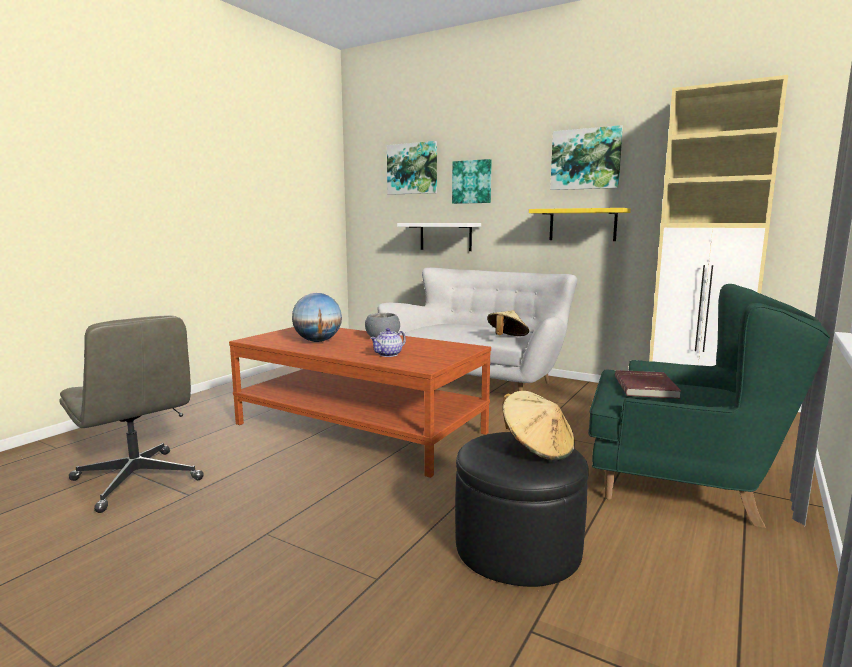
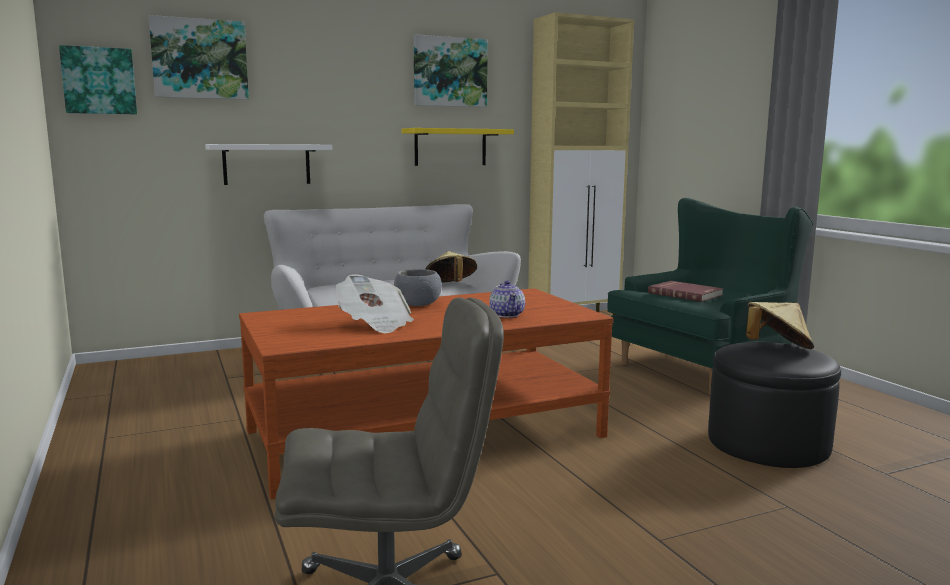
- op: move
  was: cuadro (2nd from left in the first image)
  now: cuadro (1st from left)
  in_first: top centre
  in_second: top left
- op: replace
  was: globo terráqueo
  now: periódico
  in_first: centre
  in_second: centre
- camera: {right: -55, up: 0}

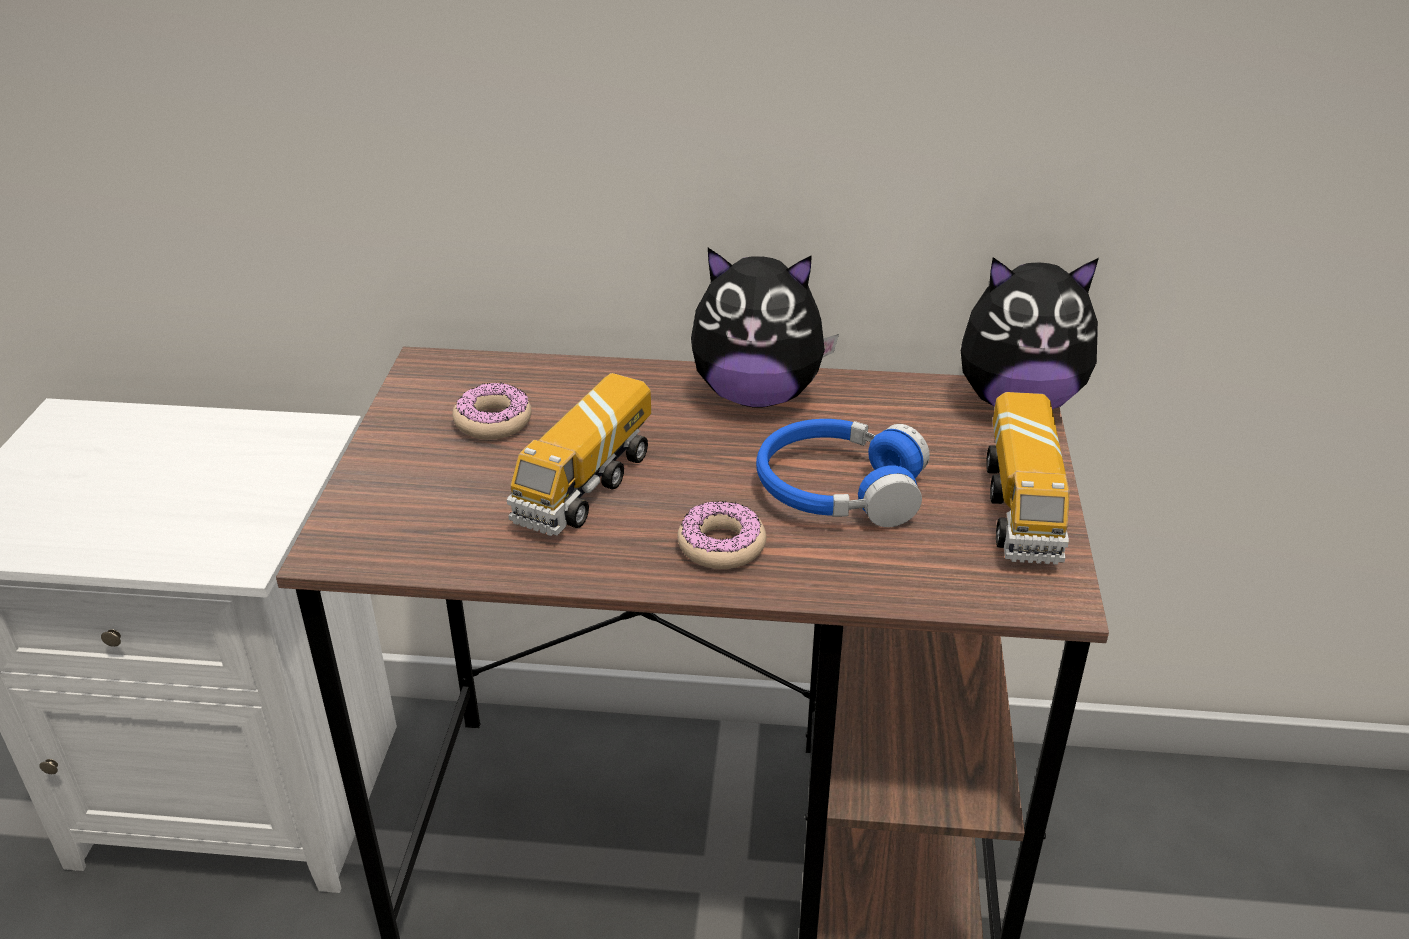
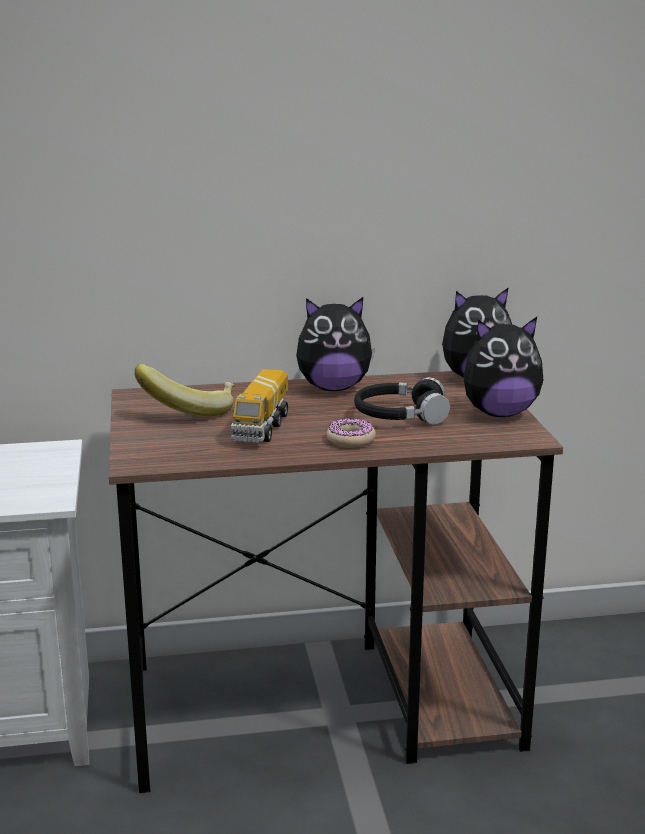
- op: replace
  was: rosquilla (1st from left)
  now: plátano
  in_first: centre
  in_second: middle left
- op: replace
  was: camión de juguete (2nd from left)
  now: peluche (3rd from left)
  in_first: middle right
  in_second: middle right
- op: recolor
  was: auriculares [azul]
  now: auriculares [negro]
  in_first: centre
  in_second: centre
- camera: {right: -15, up: -15}

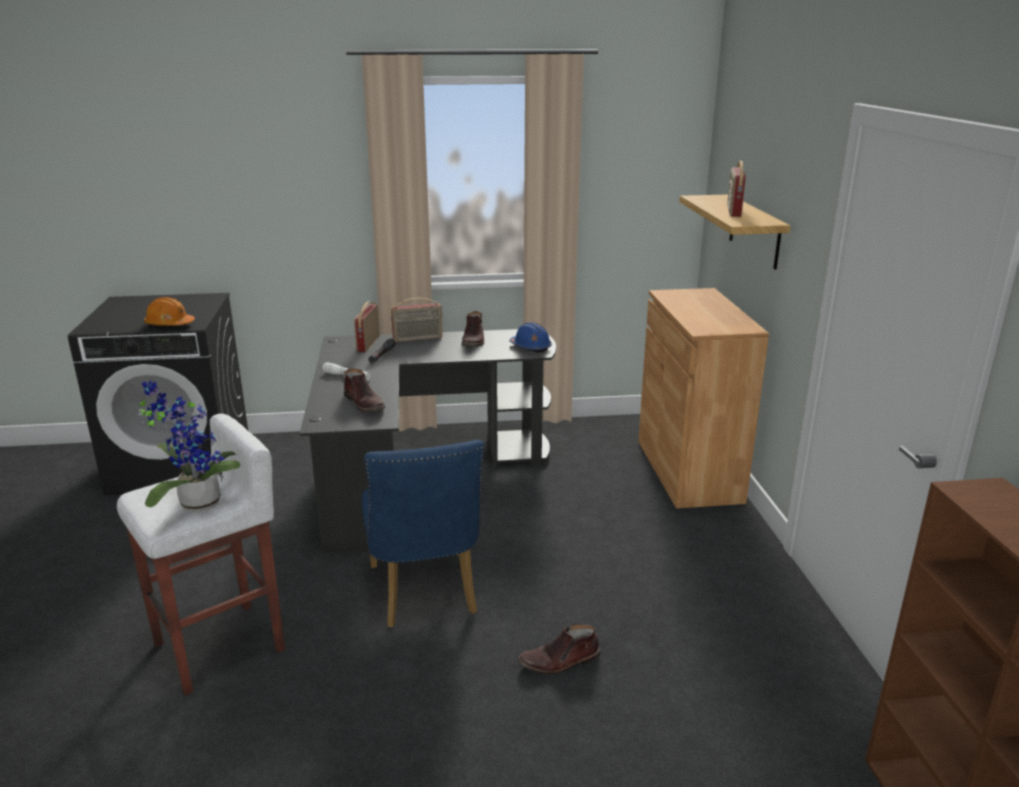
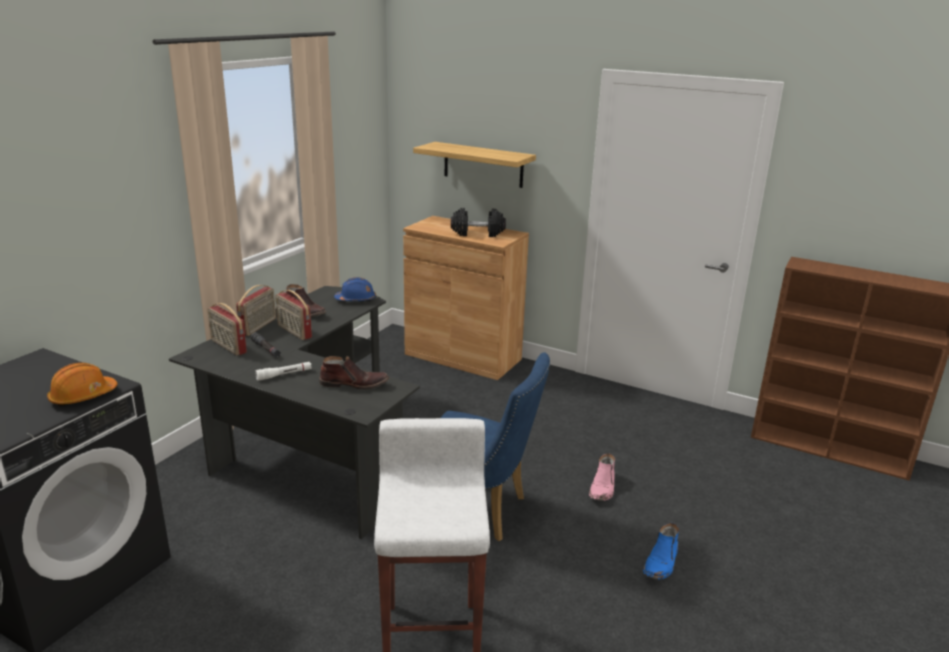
- op: move
  was: radio (3rd from left)
  in_first: top right
  in_second: middle left
- op: delete
  was: planta en maceta
  in_first: middle left
- op: recolor
  was: bota [marrón] (3rd from left)
  now: bota [rosa]
  in_first: bottom centre
  in_second: bottom centre
- op: insert
  now: mancuerna [negro]
  in_second: centre
- op: insert
  now: bota [azul]
  in_second: bottom right
- camera: {right: -55, up: 0}

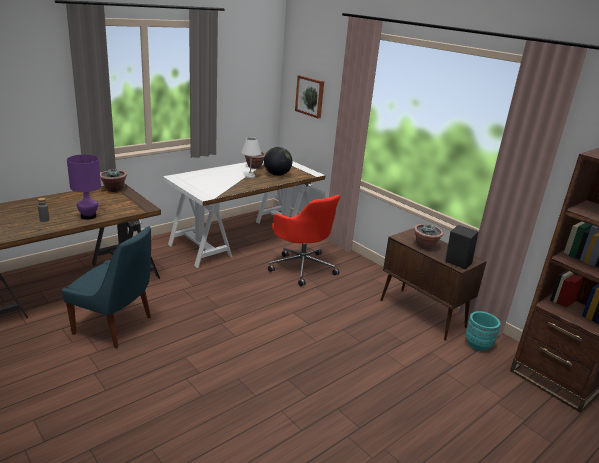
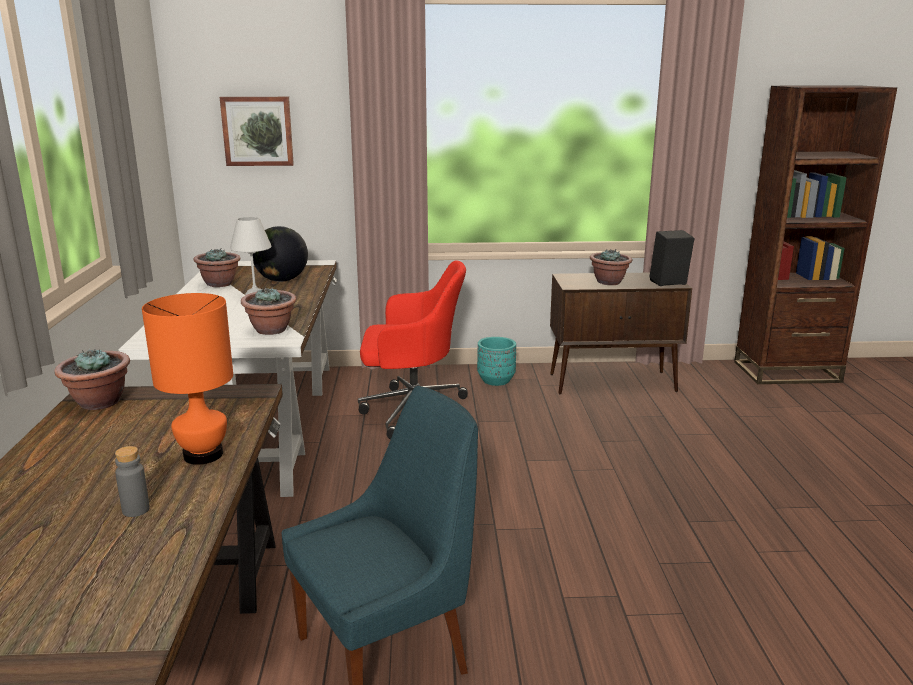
- op: recolor
  was: lámpara de mesa [morado]
  now: lámpara de mesa [naranja]
  in_first: middle left
  in_second: middle left
- op: move
  was: maceta [turquesa]
  in_first: bottom right
  in_second: centre
- op: insert
  now: planta en maceta (3rd from left)
  in_second: middle left
- camera: {right: -50, up: -5}

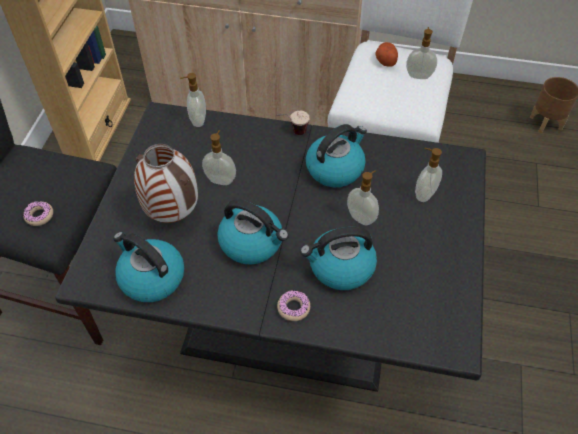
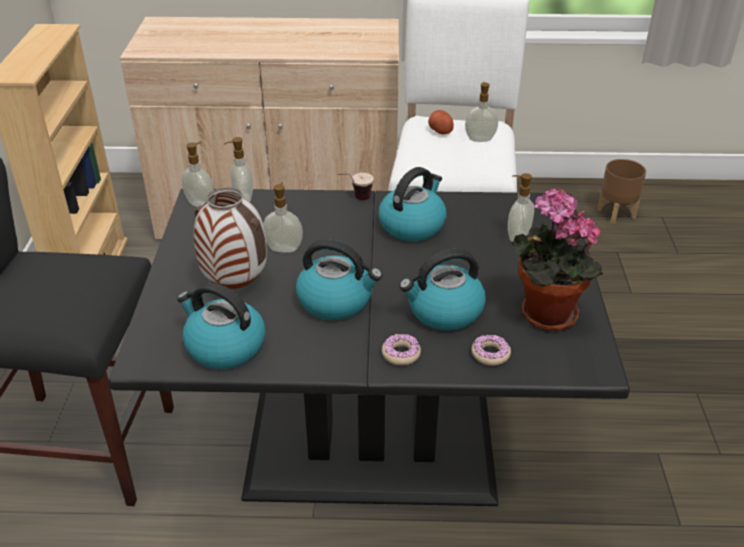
- op: move
  was: dispensador de jabón (3rd from left in the first image)
  now: dispensador de jabón (1st from left)
  in_first: centre
  in_second: top left
- op: move
  was: rosquilla (1st from left in the first image)
  now: rosquilla (2nd from left)
  in_first: middle left
  in_second: centre
- op: insert
  now: planta en maceta
  in_second: middle right
- camera: {right: -10, up: -15}

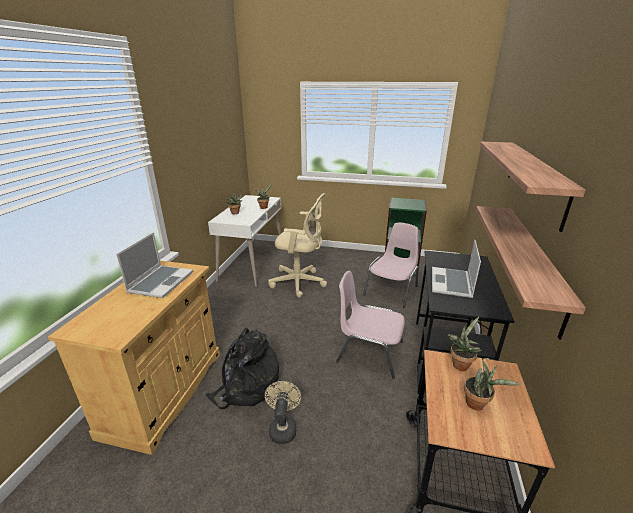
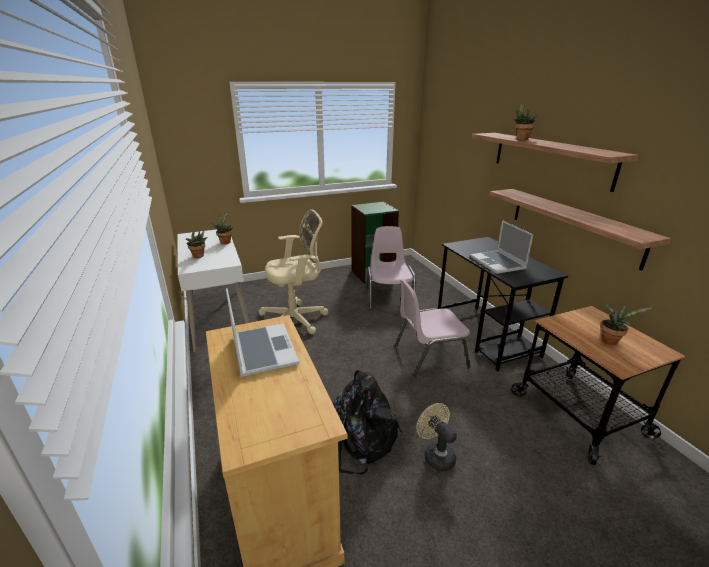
- op: move
  was: planta en maceta (3rd from left)
  in_first: bottom right
  in_second: top right
- camera: {right: -35, up: 0}

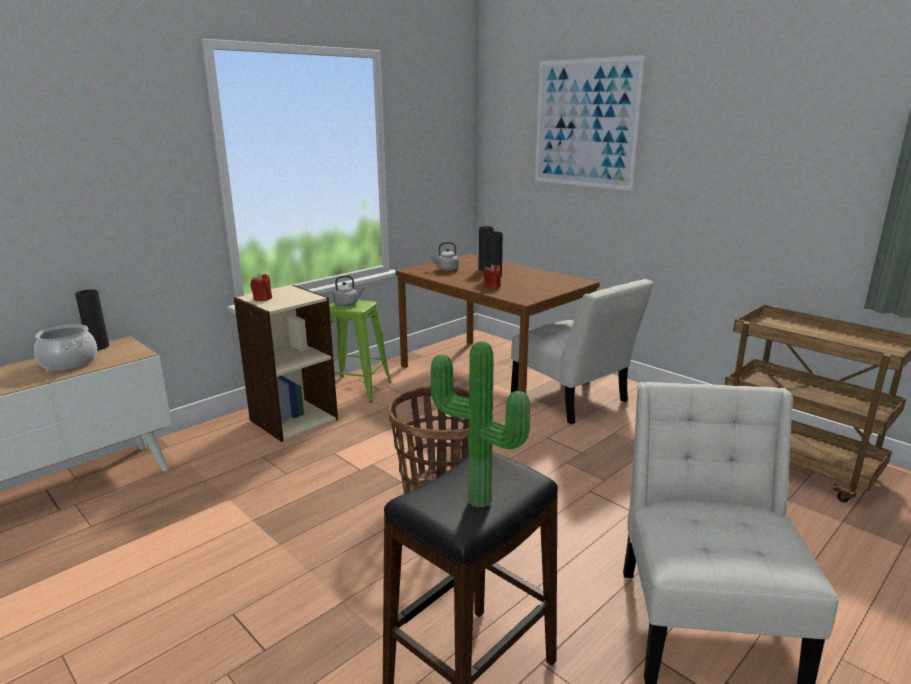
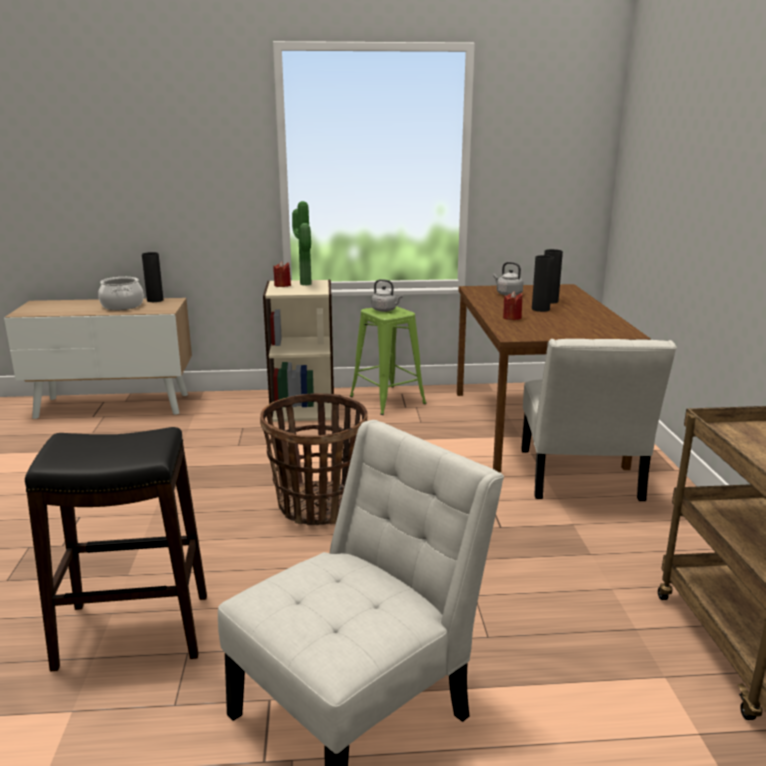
- op: delete
  was: cuadro
  in_first: top centre
- op: move
  was: planta en maceta
  in_first: centre
  in_second: top centre
- camera: {right: 40, up: 0}

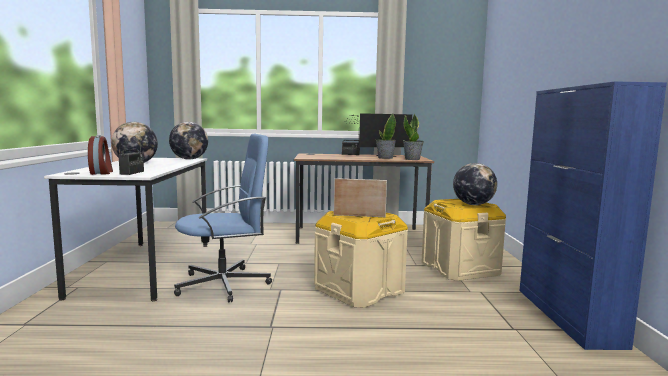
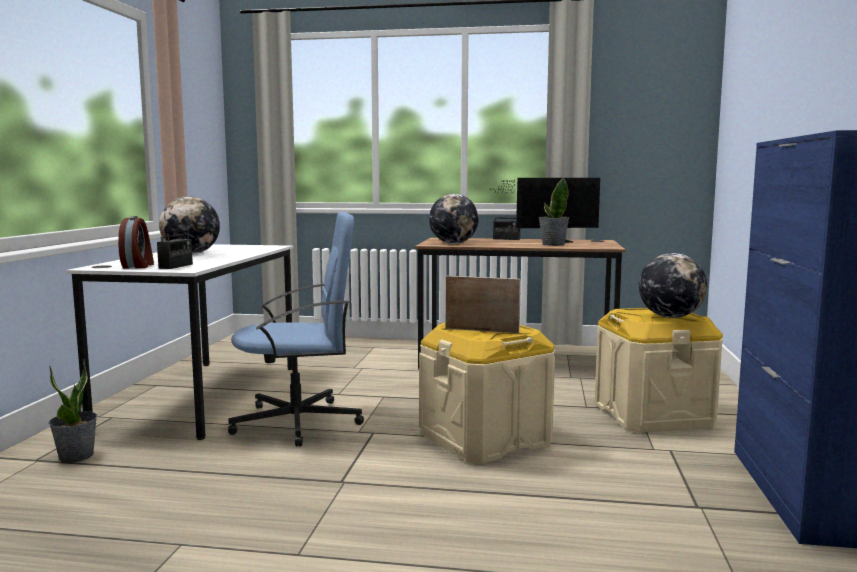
- op: move
  was: planta en maceta (2nd from left in the first image)
  now: planta en maceta (1st from left)
  in_first: centre
  in_second: bottom left
- op: move
  was: globo terráqueo (2nd from left)
  in_first: middle left
  in_second: centre
- camera: {right: 10, up: 0}

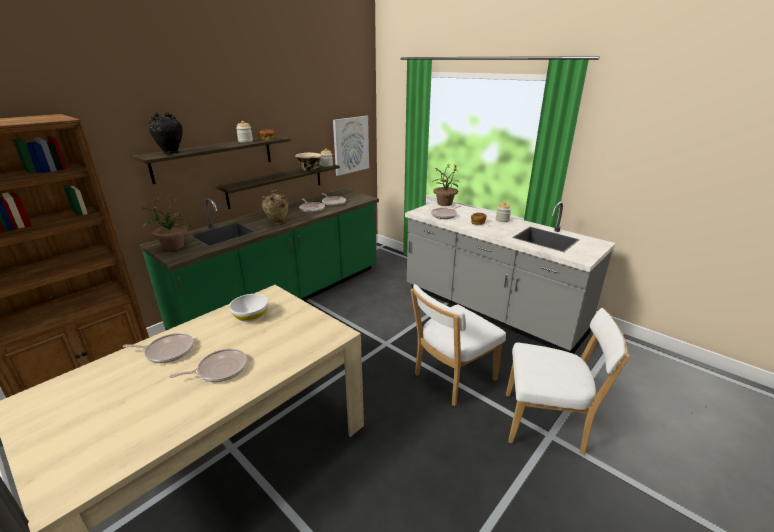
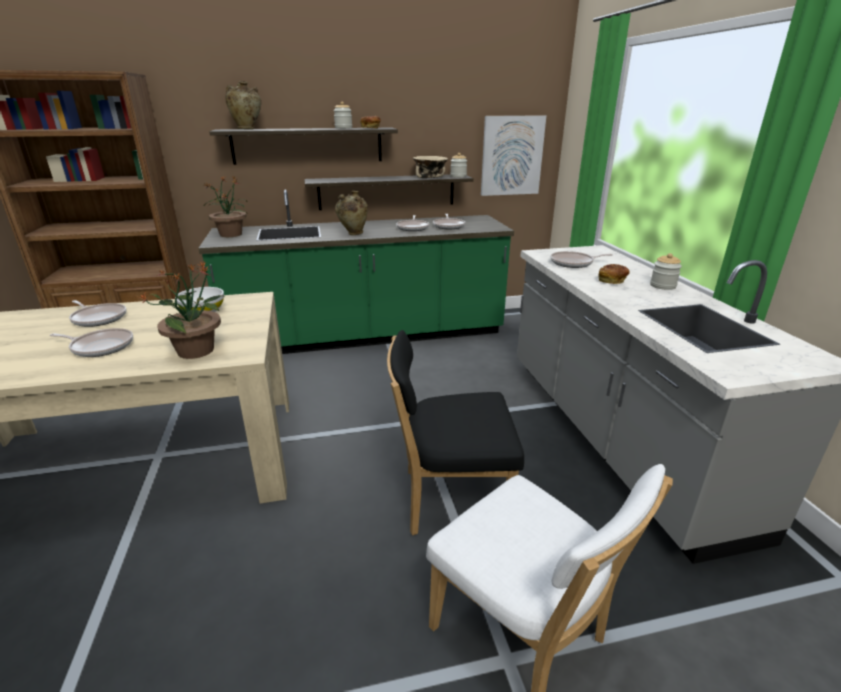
- op: recolor
  was: florero [negro]
  now: florero [beis] (1st from left)
  in_first: top left
  in_second: top left
- op: move
  was: planta en maceta (2nd from left in the first image)
  now: planta en maceta (1st from left)
  in_first: centre
  in_second: middle left
- op: recolor
  was: silla [blanco] (1st from left)
  now: silla [negro]
  in_first: centre
  in_second: centre
- camera: {right: 35, up: 0}

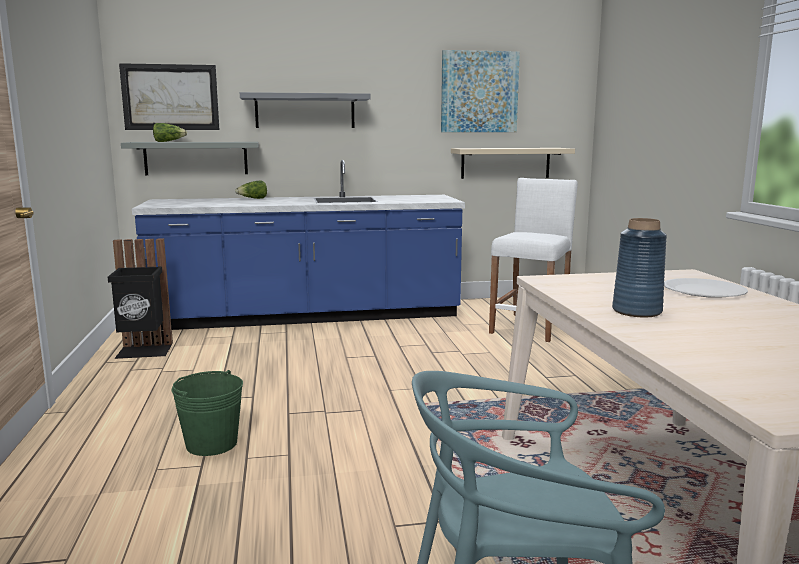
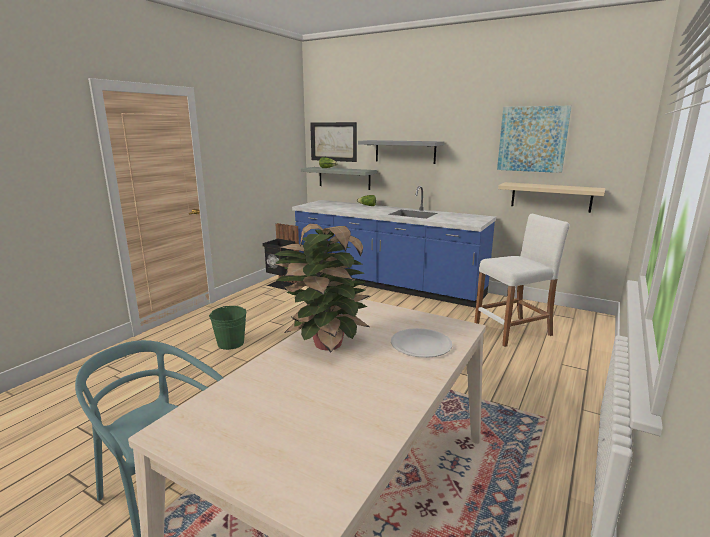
- op: replace
  was: florero [azul]
  now: planta en maceta
  in_first: middle right
  in_second: centre
- camera: {right: 40, up: 5}

